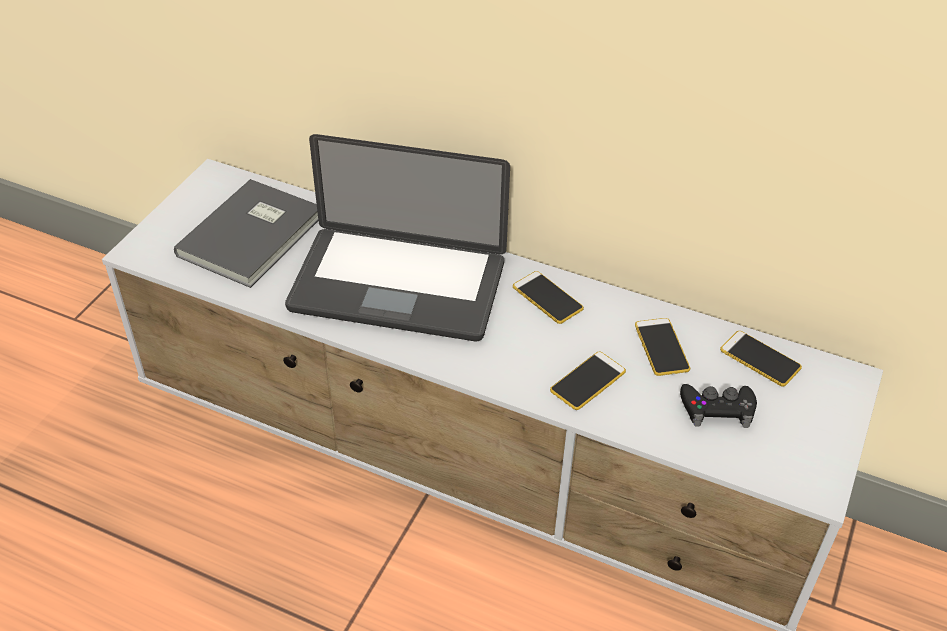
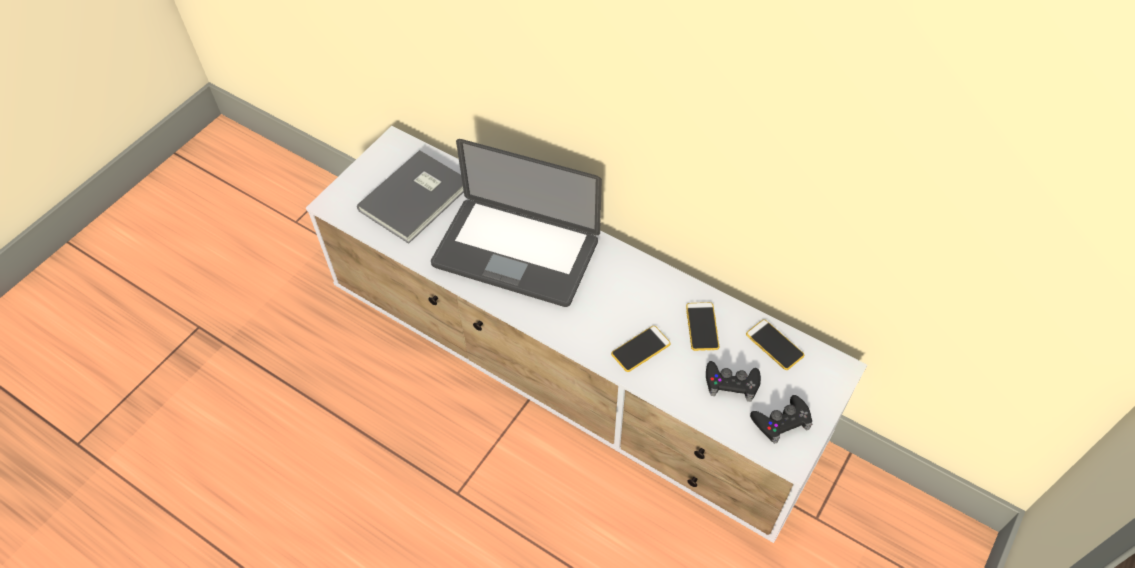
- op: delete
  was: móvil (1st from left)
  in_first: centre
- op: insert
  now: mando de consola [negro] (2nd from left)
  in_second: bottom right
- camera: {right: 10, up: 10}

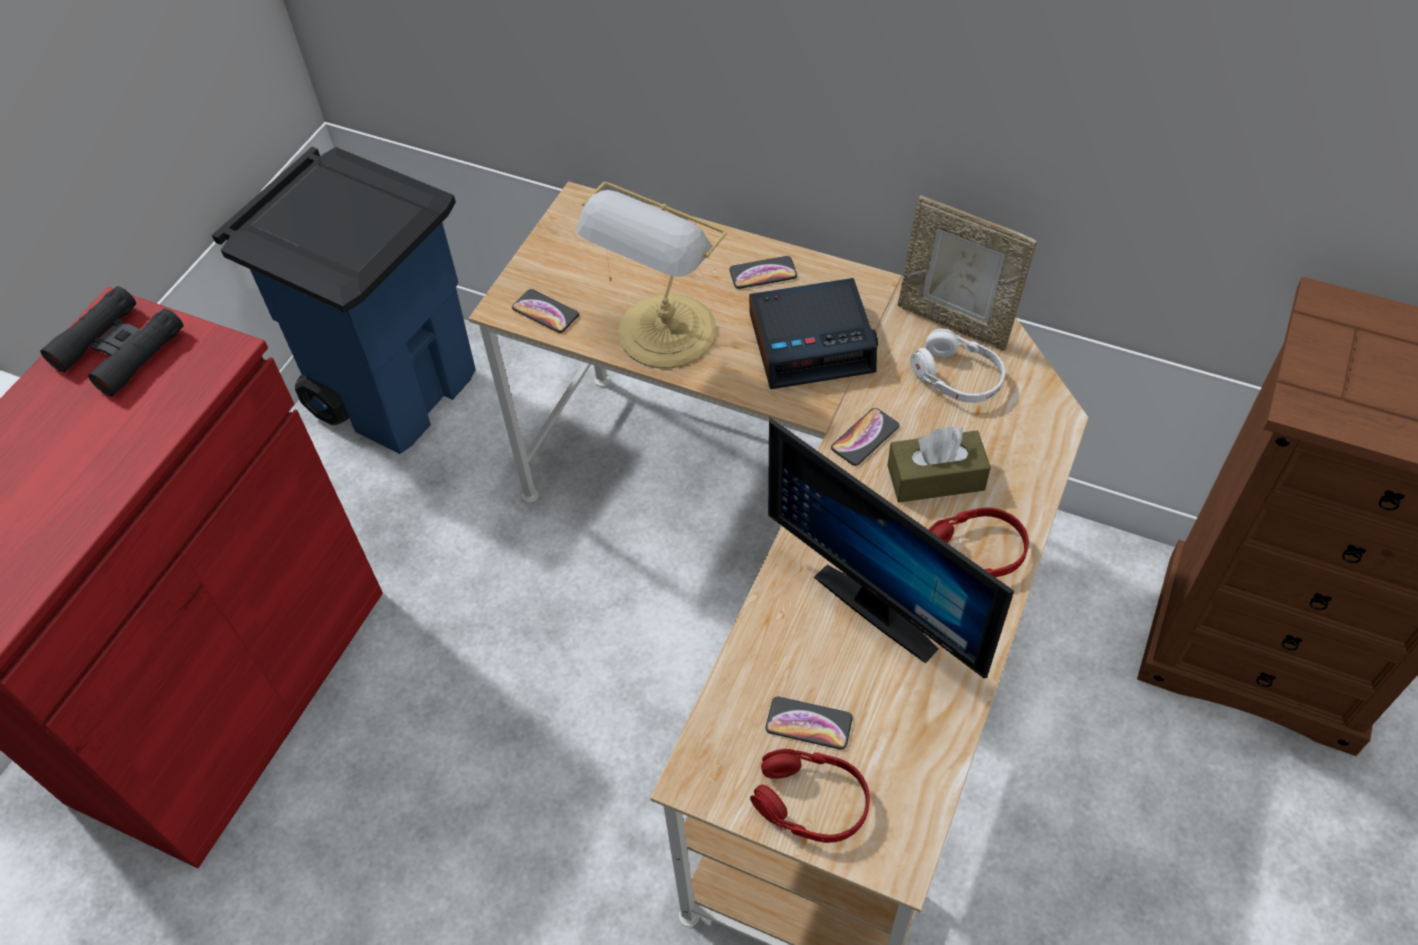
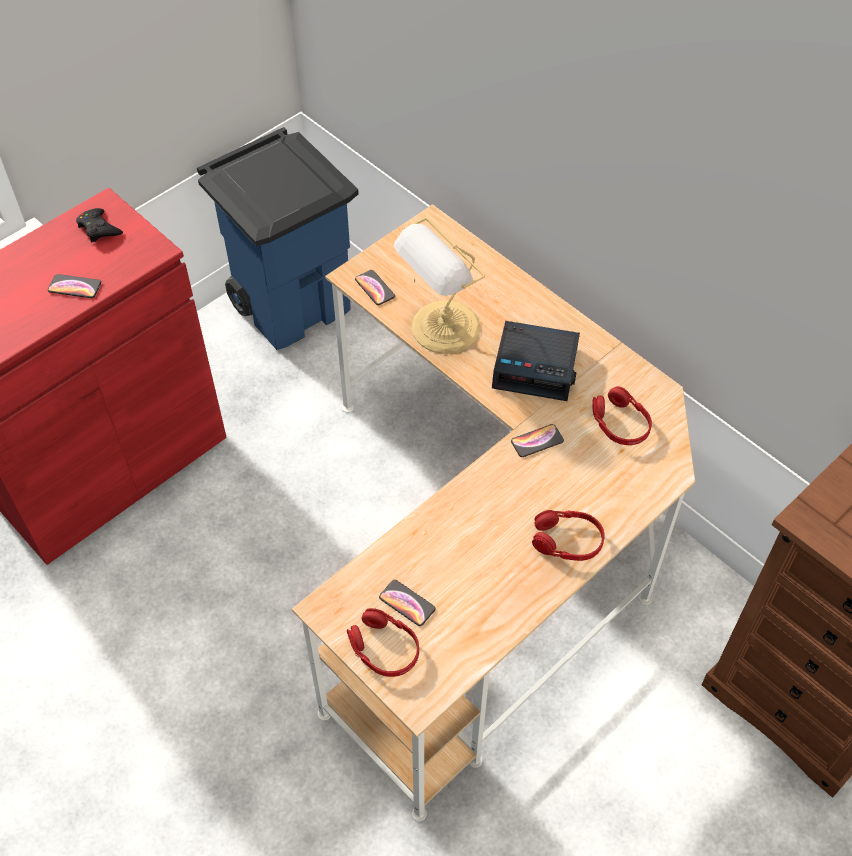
- op: delete
  was: portarretratos
  in_first: top right
- op: move
  was: móvil (2nd from left in the first image)
  now: móvil (1st from left)
  in_first: top centre
  in_second: middle left
- op: replace
  was: prismáticos [negro]
  now: mando de consola [negro]
  in_first: middle left
  in_second: top left
- op: recolor
  was: auriculares [blanco]
  now: auriculares [rojo] (3rd from left)
  in_first: middle right
  in_second: middle right
- op: delete
  was: monitor
  in_first: centre
- op: delete
  was: caja de pañuelos [marrón]
  in_first: centre
- camera: {right: 20, up: 0}

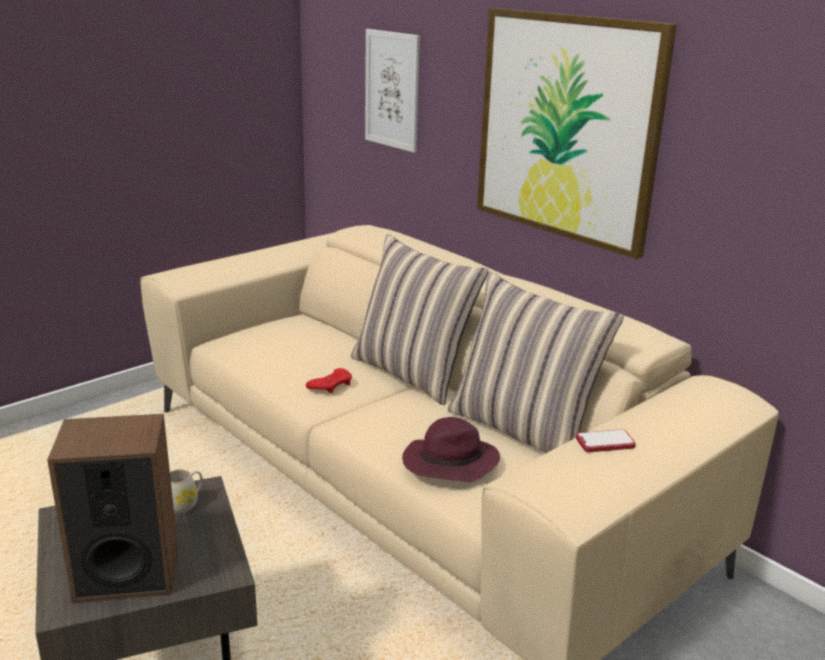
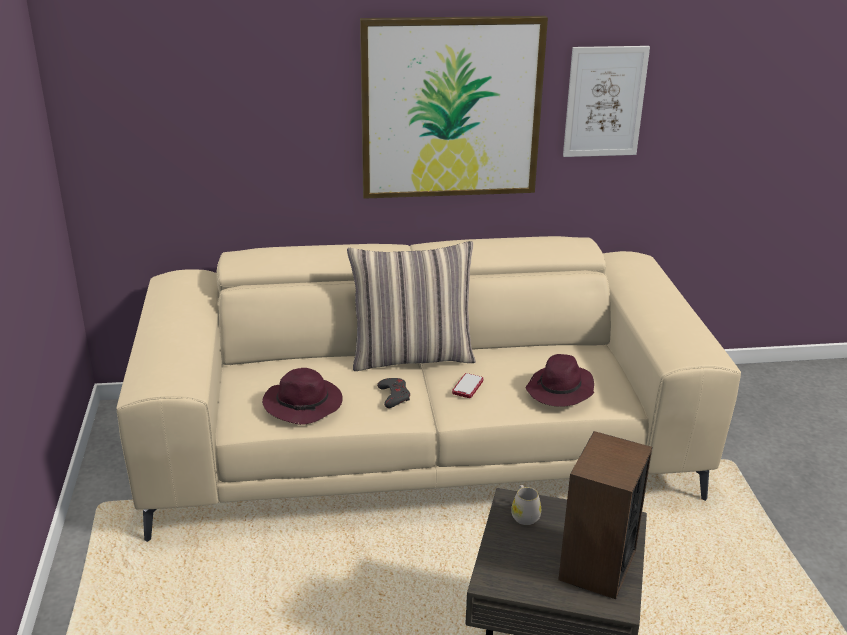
- op: move
  was: cuadro (1st from left in the first image)
  now: cuadro (2nd from left)
  in_first: top centre
  in_second: top right
- op: delete
  was: cojín (2nd from left)
  in_first: centre
- op: recolor
  was: mando de consola [rojo]
  now: mando de consola [gris]
  in_first: centre
  in_second: centre
- op: move
  was: móvil
  in_first: bottom right
  in_second: centre
- op: insert
  now: sombrero [morado] (1st from left)
  in_second: centre
- camera: {right: -55, up: 5}

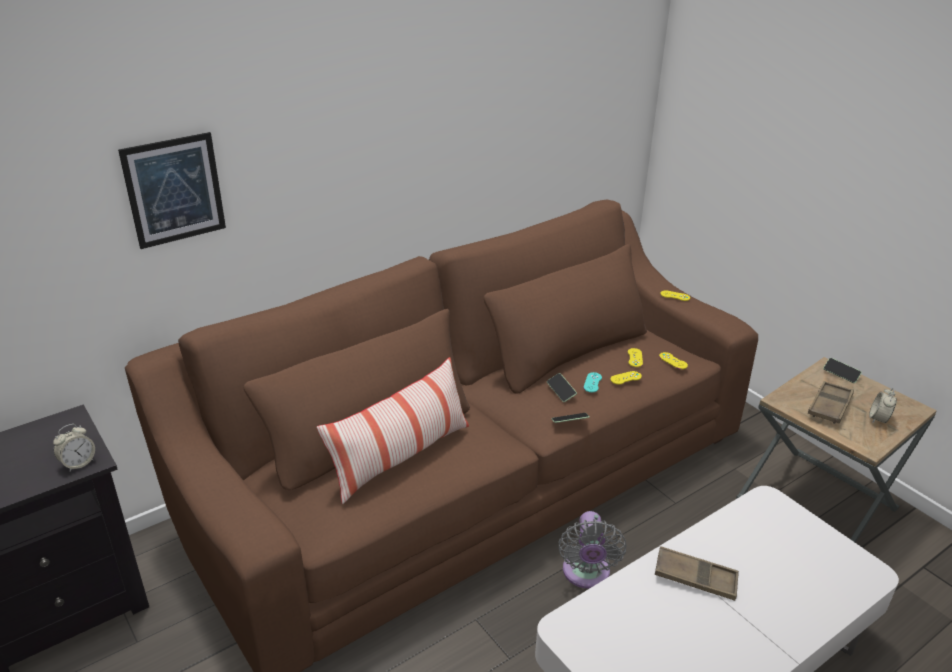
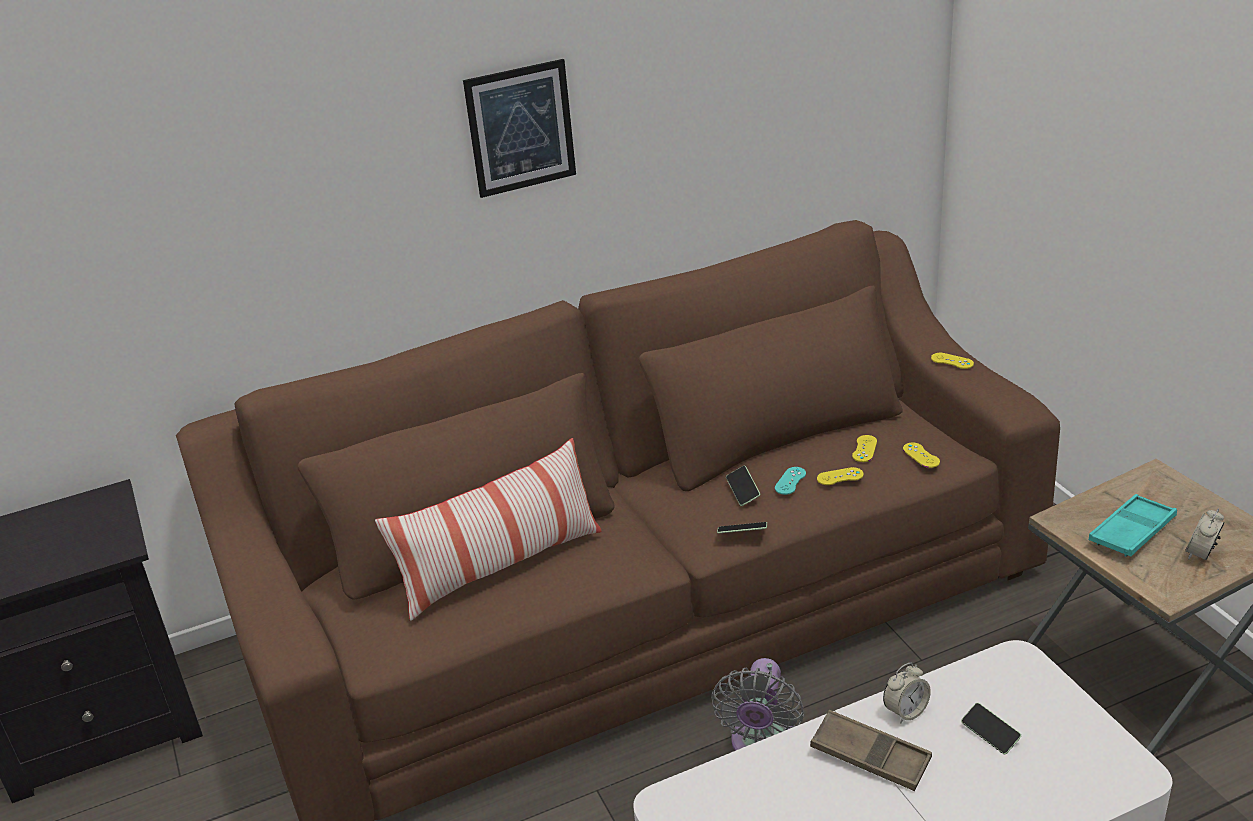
- op: move
  was: cuadro
  in_first: top left
  in_second: top centre
- op: move
  was: móvil (3rd from left)
  in_first: middle right
  in_second: bottom right
- op: recolor
  was: bandeja [marrón] (2nd from left)
  now: bandeja [turquesa]
  in_first: middle right
  in_second: middle right
- op: move
  was: despertador (1st from left)
  in_first: bottom left
  in_second: bottom right
- camera: {right: 15, up: 0}

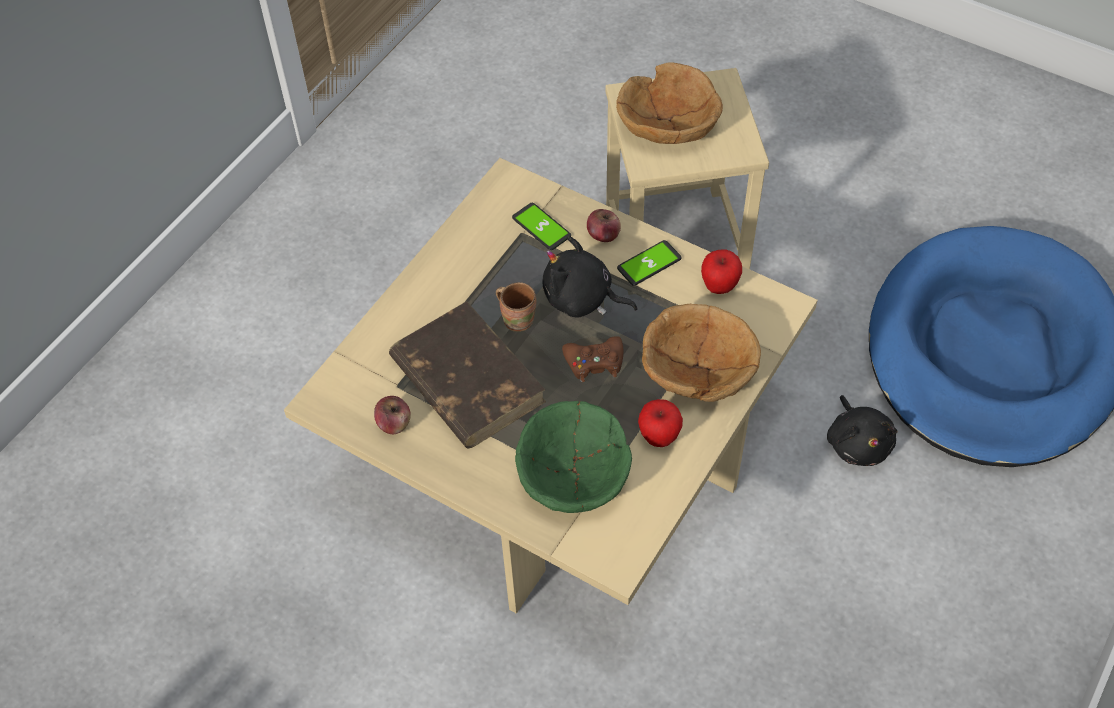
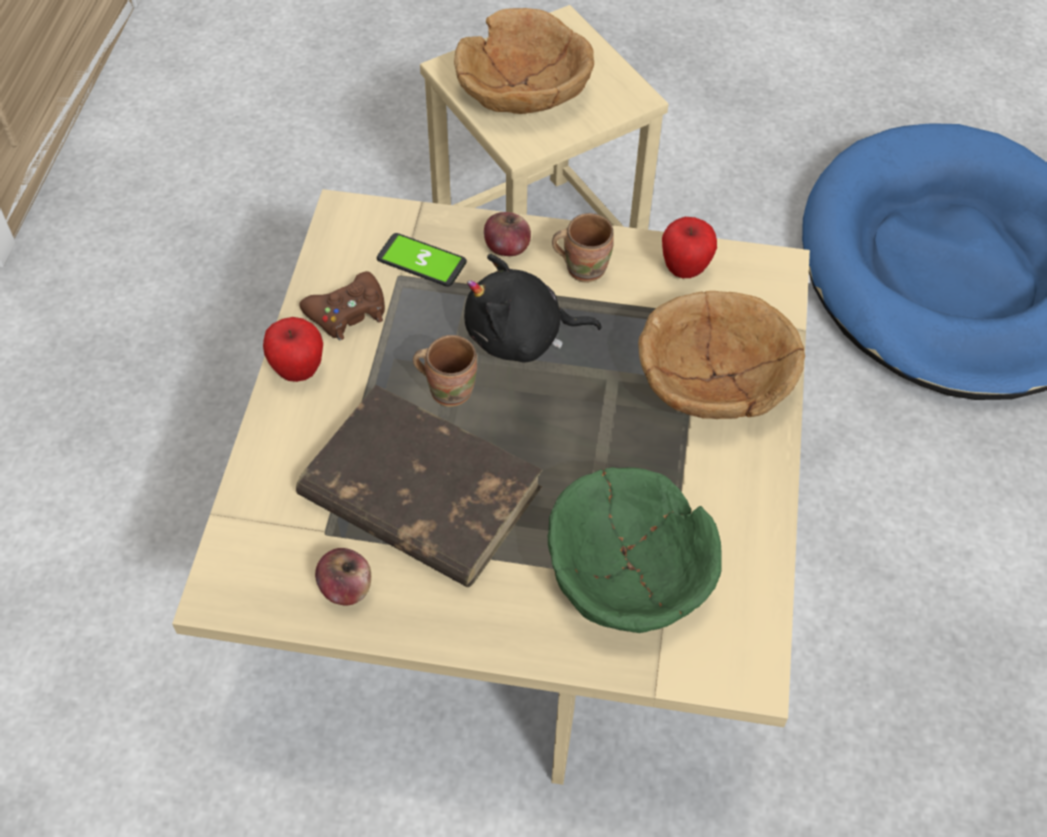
- op: replace
  was: móvil (2nd from left)
  now: taza grande [marrón] (2nd from left)
  in_first: centre
  in_second: top centre
- op: move
  was: mando de consola [marrón]
  in_first: centre
  in_second: middle left
- op: delete
  was: peluche [negro] (2nd from left)
  in_first: middle right
- op: move
  was: manzana (3rd from left in the first image)
  now: manzana (1st from left)
  in_first: centre
  in_second: middle left
- camera: {right: -25, up: 0}

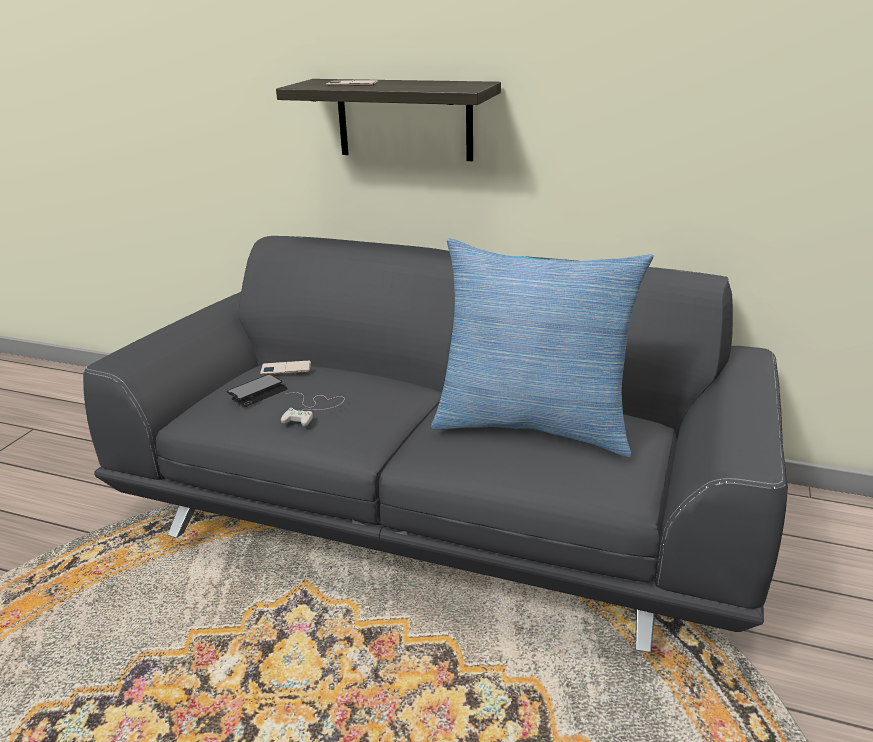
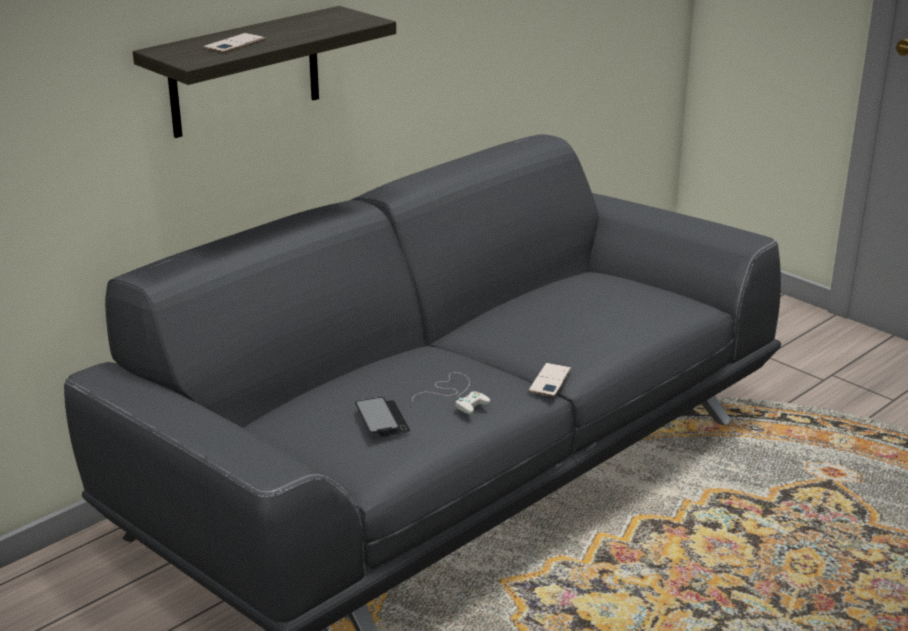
- op: delete
  was: cojín
  in_first: centre
- op: move
  was: móvil (2nd from left in the first image)
  now: móvil (3rd from left)
  in_first: middle left
  in_second: centre
- camera: {right: -65, up: 0}

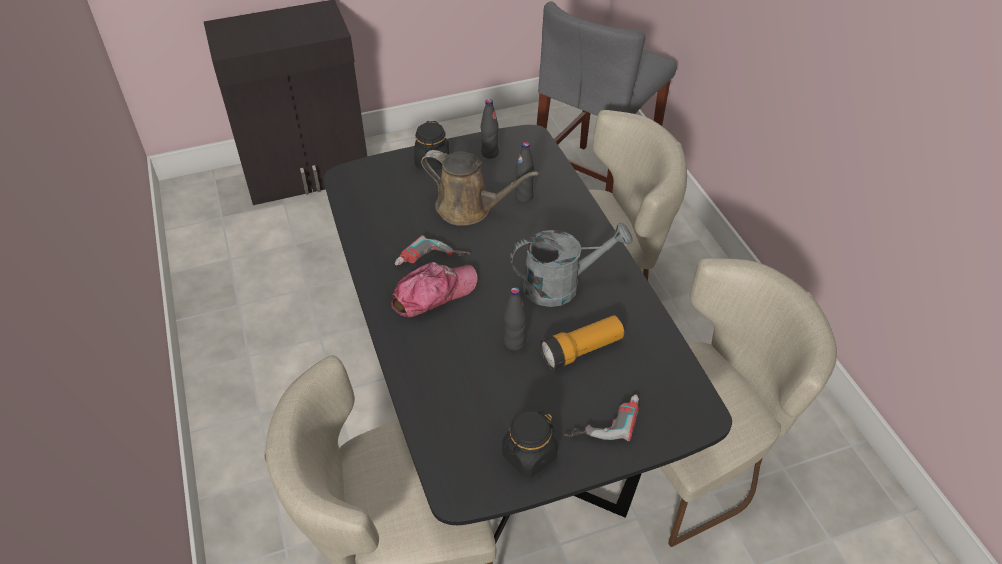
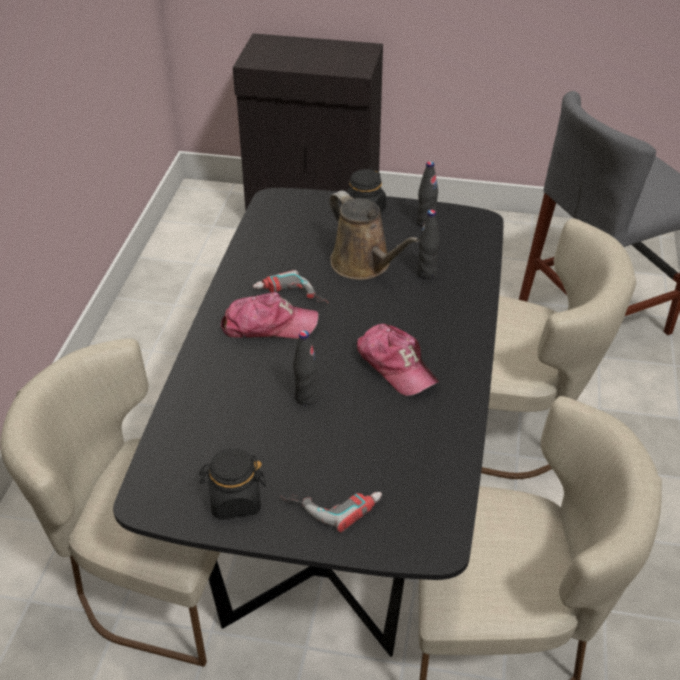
- op: replace
  was: regadera [gris]
  now: gorra (2nd from left)
  in_first: centre
  in_second: centre
- op: delete
  was: linterna
  in_first: centre
- camera: {right: 30, up: -5}

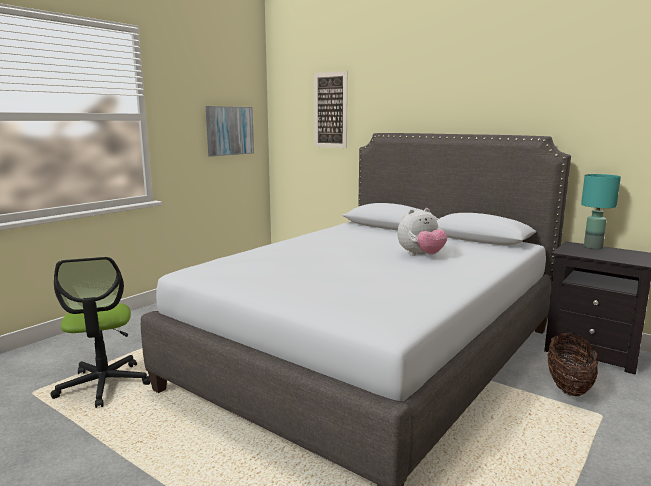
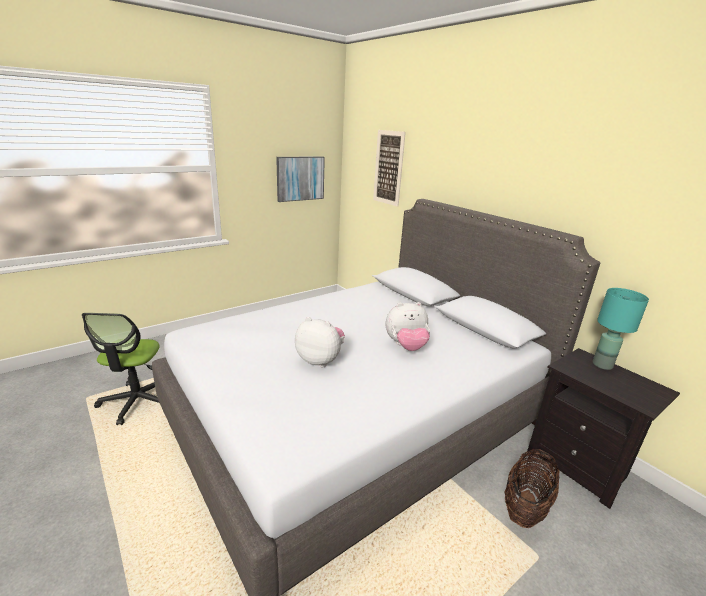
- op: insert
  now: peluche (1st from left)
  in_second: centre
- camera: {right: 15, up: 10}

